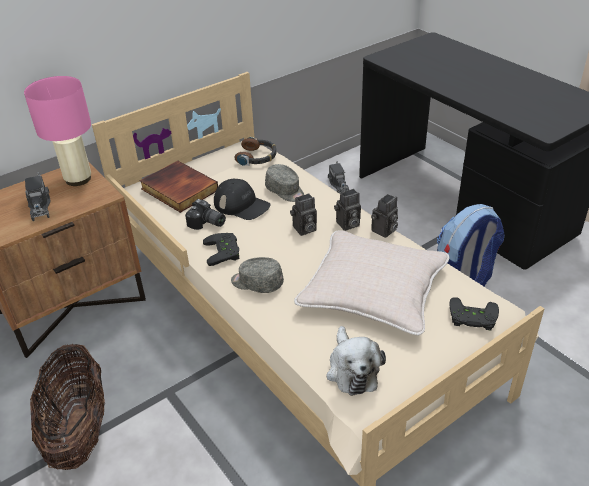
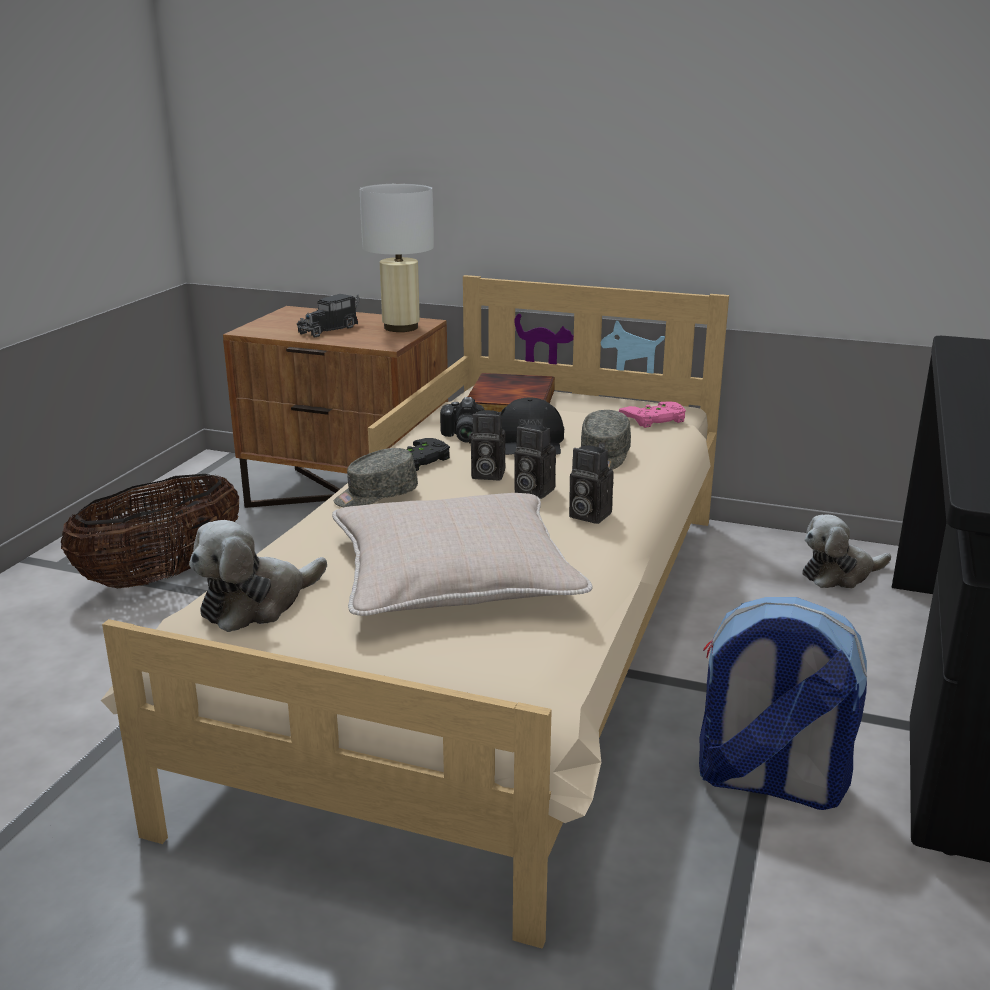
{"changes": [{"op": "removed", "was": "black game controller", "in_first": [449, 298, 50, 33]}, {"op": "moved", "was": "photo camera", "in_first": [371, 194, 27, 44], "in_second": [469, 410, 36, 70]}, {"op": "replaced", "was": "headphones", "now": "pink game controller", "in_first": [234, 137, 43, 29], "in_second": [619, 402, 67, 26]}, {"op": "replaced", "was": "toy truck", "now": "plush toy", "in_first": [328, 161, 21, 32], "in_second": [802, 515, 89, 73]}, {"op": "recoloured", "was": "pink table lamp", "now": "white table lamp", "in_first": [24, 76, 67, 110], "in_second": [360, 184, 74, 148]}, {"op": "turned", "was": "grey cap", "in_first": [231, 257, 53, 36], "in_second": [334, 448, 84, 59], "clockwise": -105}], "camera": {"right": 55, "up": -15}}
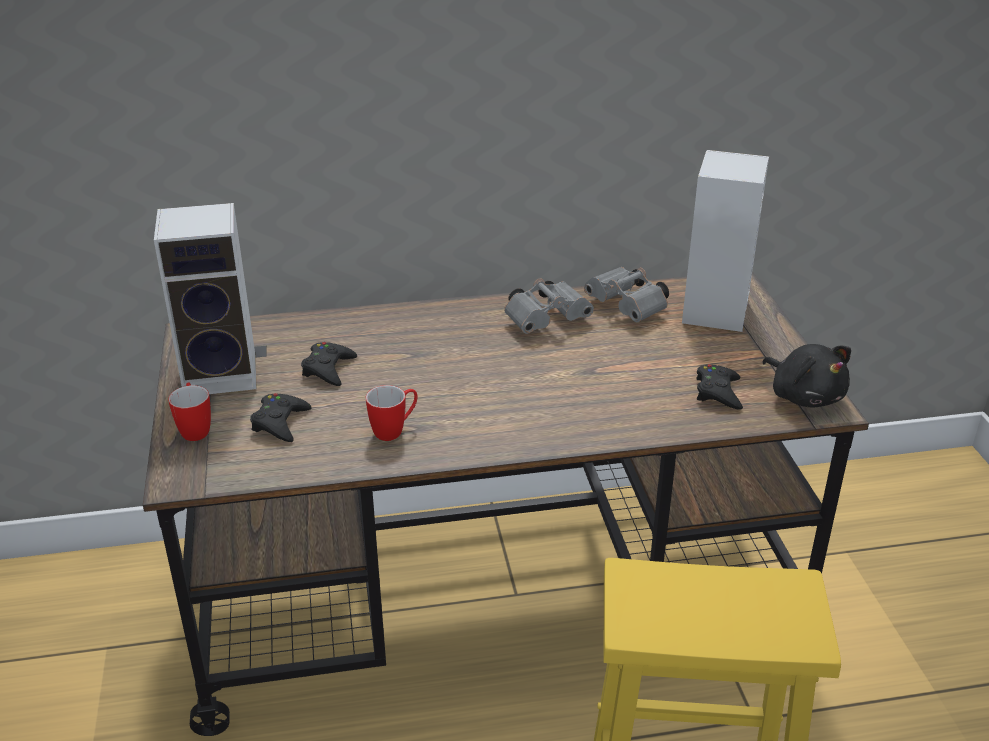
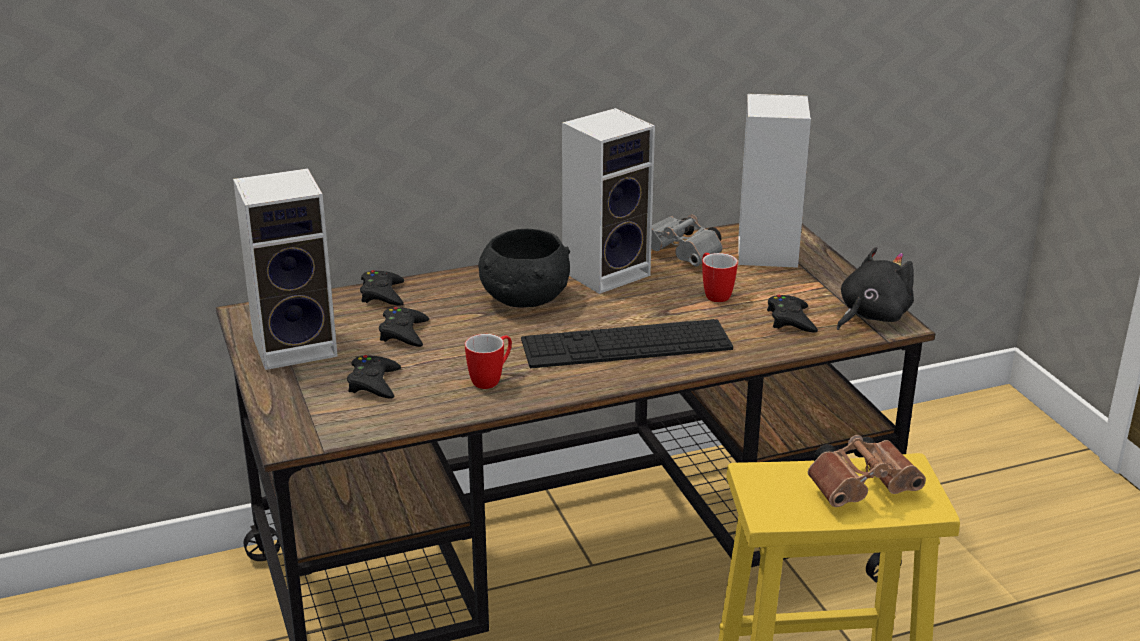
{"changes": [{"op": "added", "now": "black game controller", "in_second": [360, 270, 44, 36]}, {"op": "added", "now": "black bowl", "in_second": [478, 229, 92, 78]}, {"op": "added", "now": "keyboard", "in_second": [521, 319, 212, 49]}, {"op": "added", "now": "brown binoculars", "in_second": [808, 435, 118, 72]}, {"op": "moved", "was": "mug", "in_first": [168, 382, 43, 59], "in_second": [702, 253, 36, 49]}, {"op": "replaced", "was": "grey binoculars", "now": "speaker", "in_first": [504, 278, 90, 56], "in_second": [562, 108, 93, 186]}, {"op": "turned", "was": "black plush toy", "in_first": [762, 344, 89, 63], "in_second": [837, 247, 77, 83], "clockwise": -90}], "camera": {"right": -10, "up": -5}}
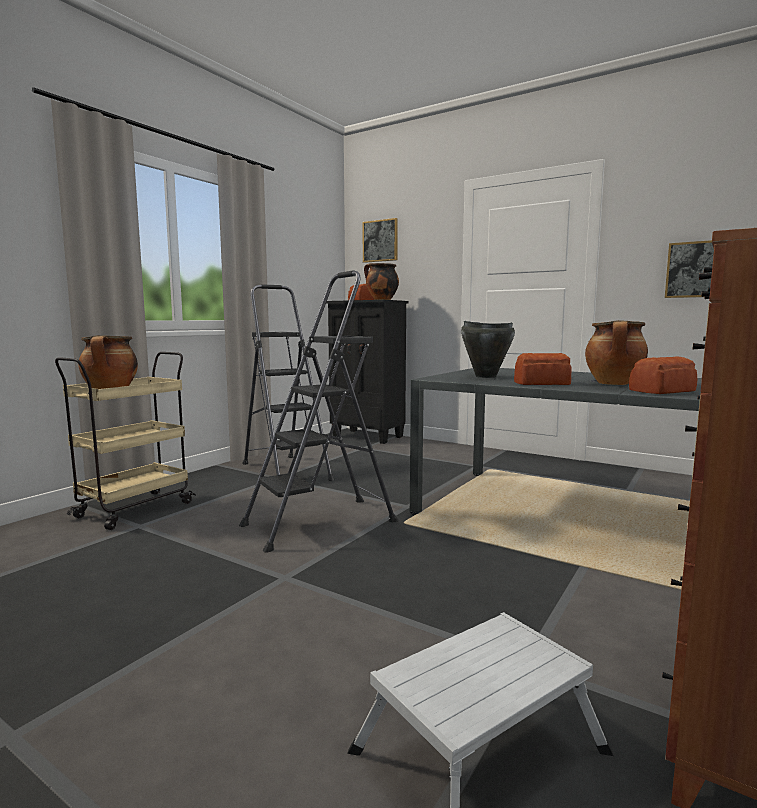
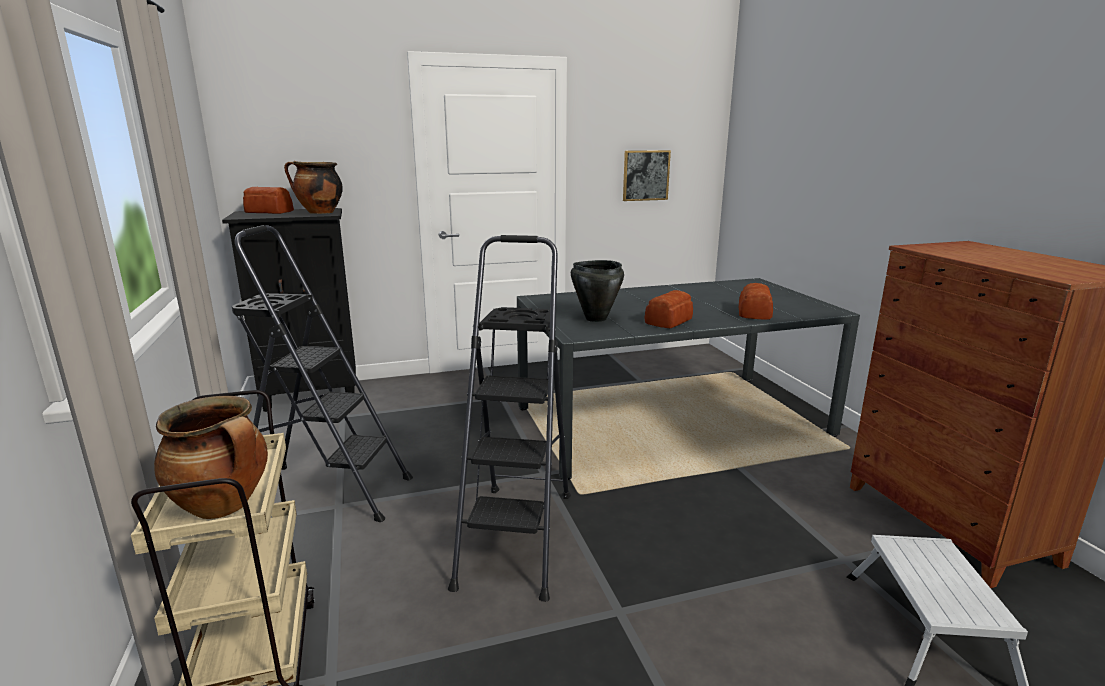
{"changes": [{"op": "removed", "was": "picture", "in_first": [363, 218, 35, 45]}, {"op": "removed", "was": "cooking pot", "in_first": [585, 320, 63, 65]}], "camera": {"right": -50, "up": 10}}
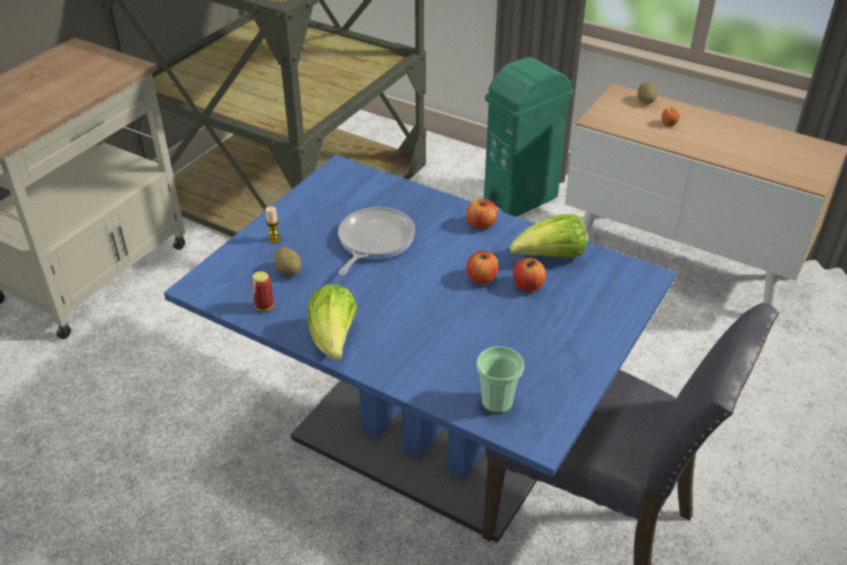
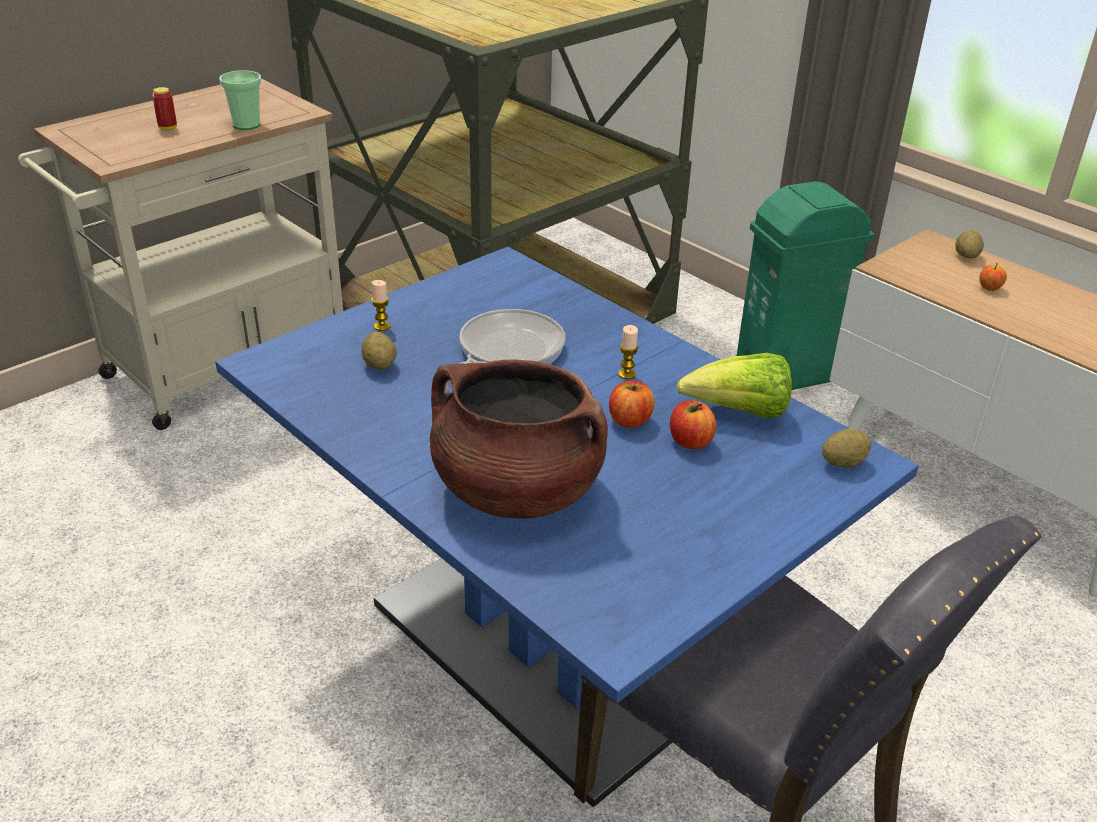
{"changes": [{"op": "removed", "was": "lettuce", "in_first": [308, 284, 50, 76]}, {"op": "removed", "was": "apple", "in_first": [466, 199, 32, 30]}, {"op": "added", "now": "brown cooking pot", "in_second": [430, 359, 178, 160]}, {"op": "added", "now": "candle", "in_second": [618, 325, 20, 54]}, {"op": "added", "now": "potato", "in_second": [822, 428, 49, 40]}, {"op": "moved", "was": "can", "in_first": [251, 271, 23, 40], "in_second": [152, 87, 25, 43]}, {"op": "moved", "was": "cup", "in_first": [477, 347, 47, 67], "in_second": [219, 70, 42, 60]}], "camera": {"right": 15, "up": -5}}
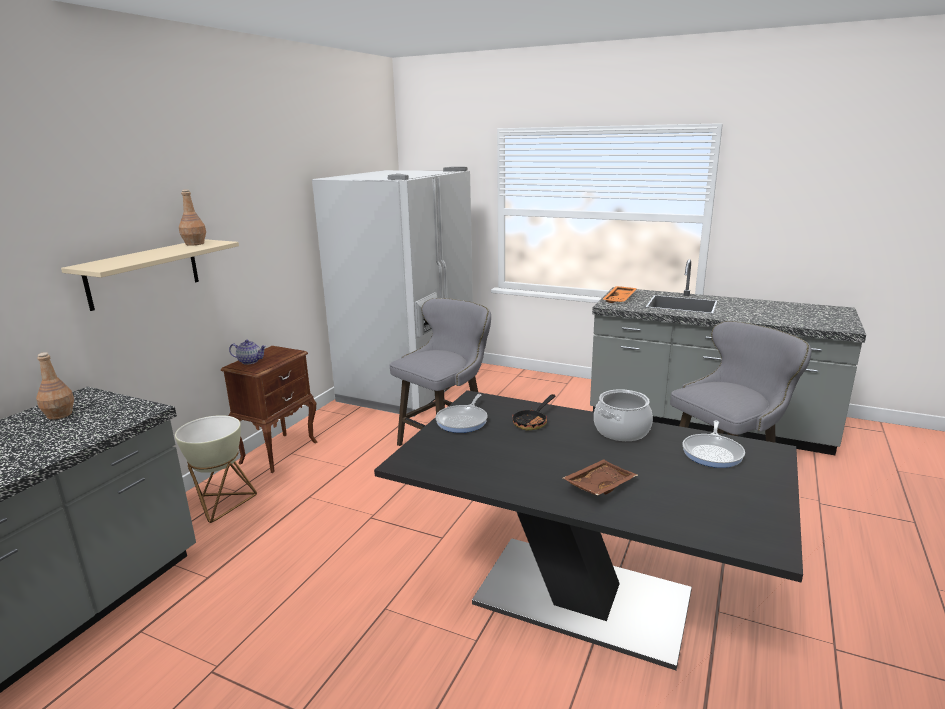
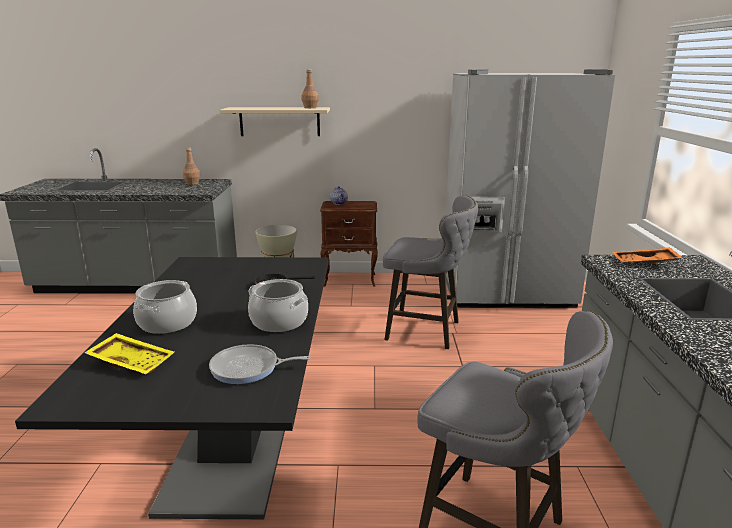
{"changes": [{"op": "removed", "was": "frying pan", "in_first": [436, 394, 52, 39]}, {"op": "added", "now": "yellow tray", "in_second": [84, 333, 90, 41]}, {"op": "replaced", "was": "brown tray", "now": "cooking pot", "in_first": [563, 459, 75, 36], "in_second": [133, 280, 64, 54]}], "camera": {"right": 65, "up": 0}}
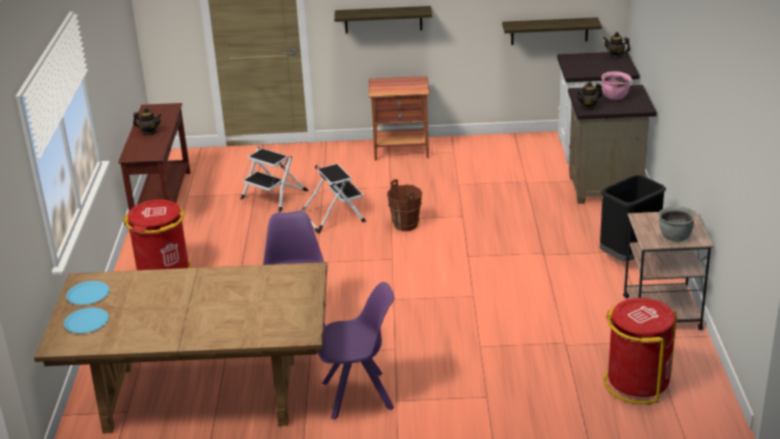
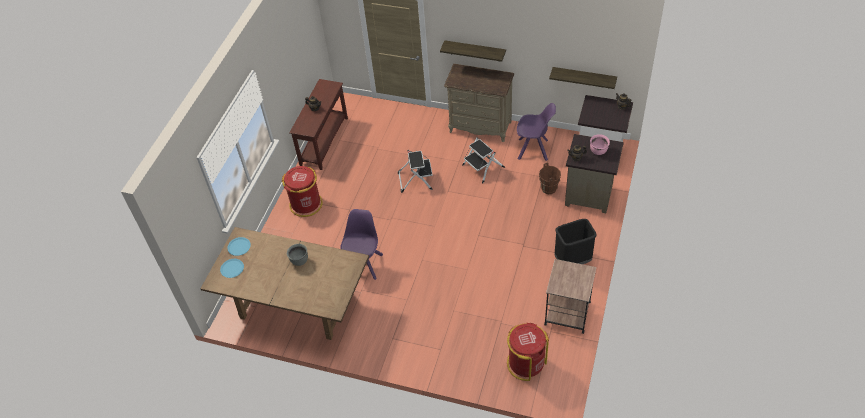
{"changes": [{"op": "moved", "was": "step ladder", "in_first": [241, 147, 68, 65], "in_second": [462, 137, 43, 47]}, {"op": "moved", "was": "purple chair", "in_first": [318, 282, 77, 138], "in_second": [517, 103, 39, 58]}, {"op": "moved", "was": "brown bucket", "in_first": [387, 179, 35, 52], "in_second": [539, 163, 22, 31]}, {"op": "moved", "was": "grey cooking pot", "in_first": [658, 206, 38, 35], "in_second": [287, 244, 21, 22]}, {"op": "replaced", "was": "nightstand", "now": "beige dresser", "in_first": [369, 76, 61, 85], "in_second": [444, 64, 70, 78]}], "camera": {"right": 20, "up": 20}}
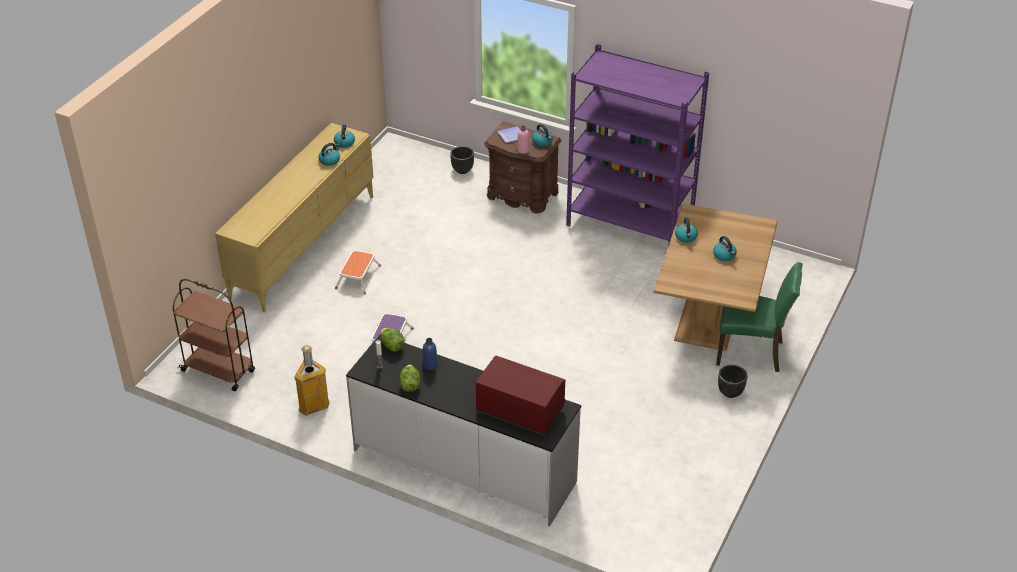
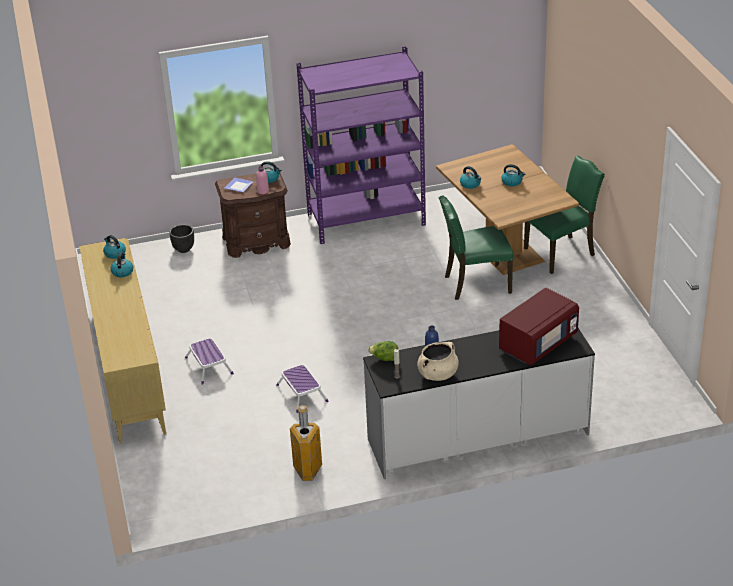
{"changes": [{"op": "removed", "was": "brown cart", "in_first": [173, 279, 82, 112]}, {"op": "removed", "was": "black planter", "in_first": [718, 365, 29, 33]}, {"op": "added", "now": "green chair", "in_second": [438, 195, 76, 105]}, {"op": "replaced", "was": "lettuce", "now": "beige cooking pot", "in_first": [399, 365, 22, 27], "in_second": [417, 342, 42, 39]}, {"op": "recoloured", "was": "orange step ladder", "now": "purple step ladder", "in_first": [335, 250, 46, 45], "in_second": [185, 338, 49, 46]}, {"op": "turned", "was": "red microwave", "in_first": [476, 356, 89, 80], "in_second": [499, 288, 80, 77], "clockwise": 150}], "camera": {"right": -40, "up": -5}}
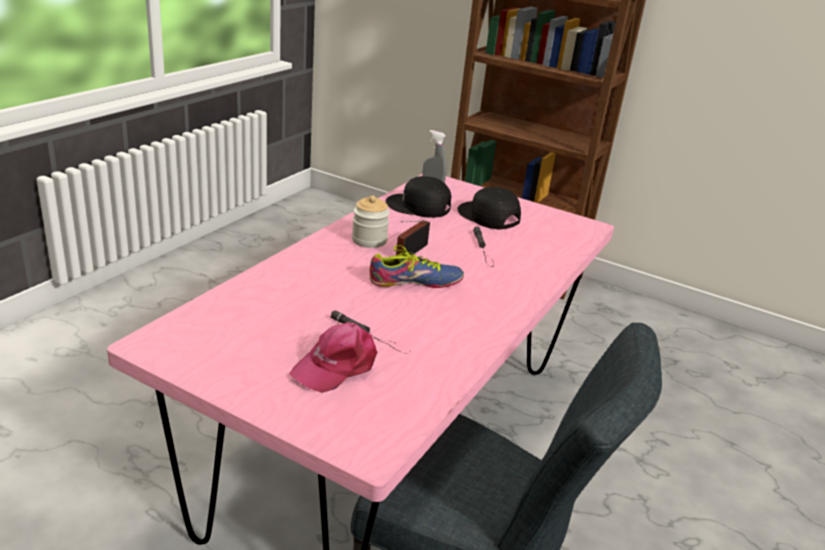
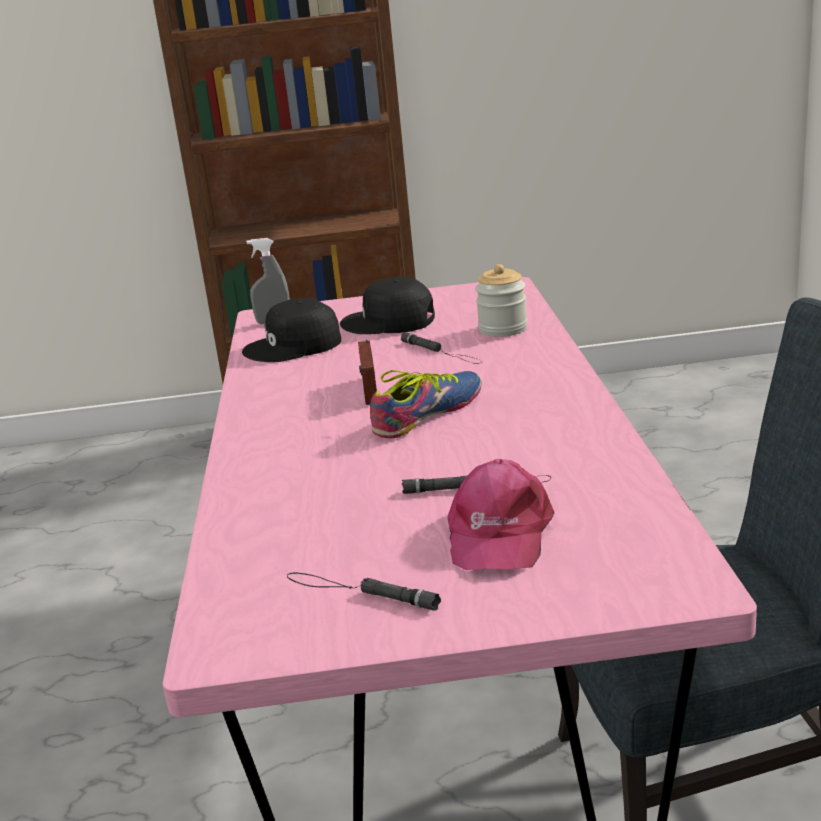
{"changes": [{"op": "added", "now": "black flashlight", "in_second": [287, 573, 154, 38]}, {"op": "moved", "was": "jar", "in_first": [352, 195, 38, 53], "in_second": [475, 264, 52, 73]}], "camera": {"right": -30, "up": -5}}
